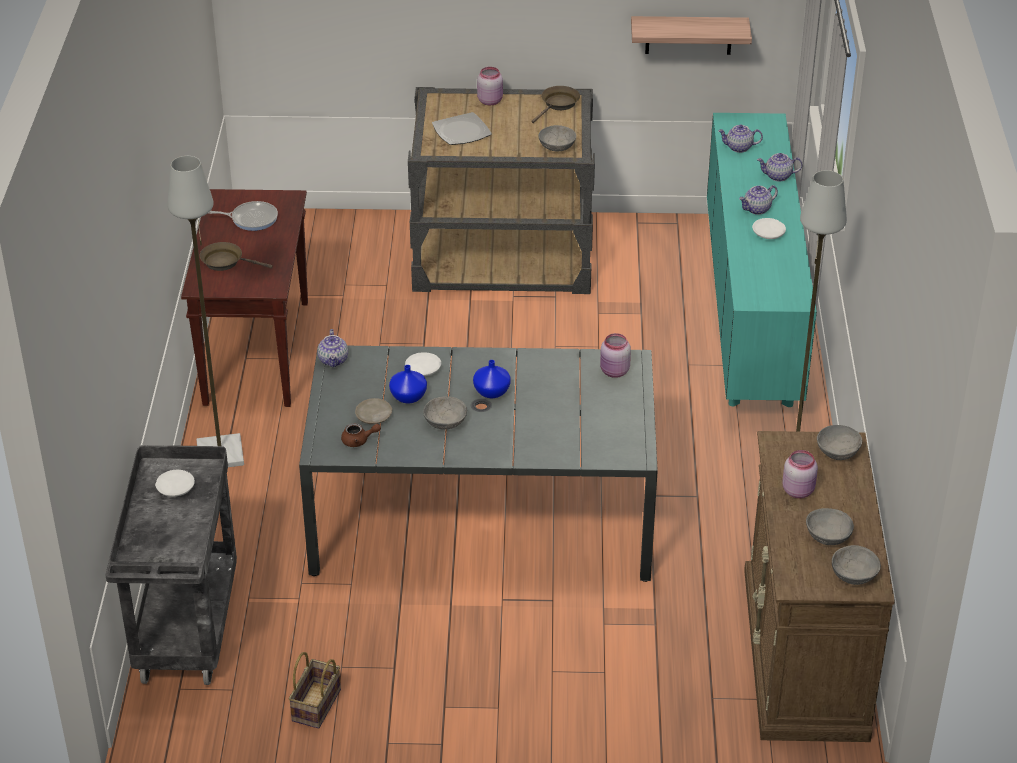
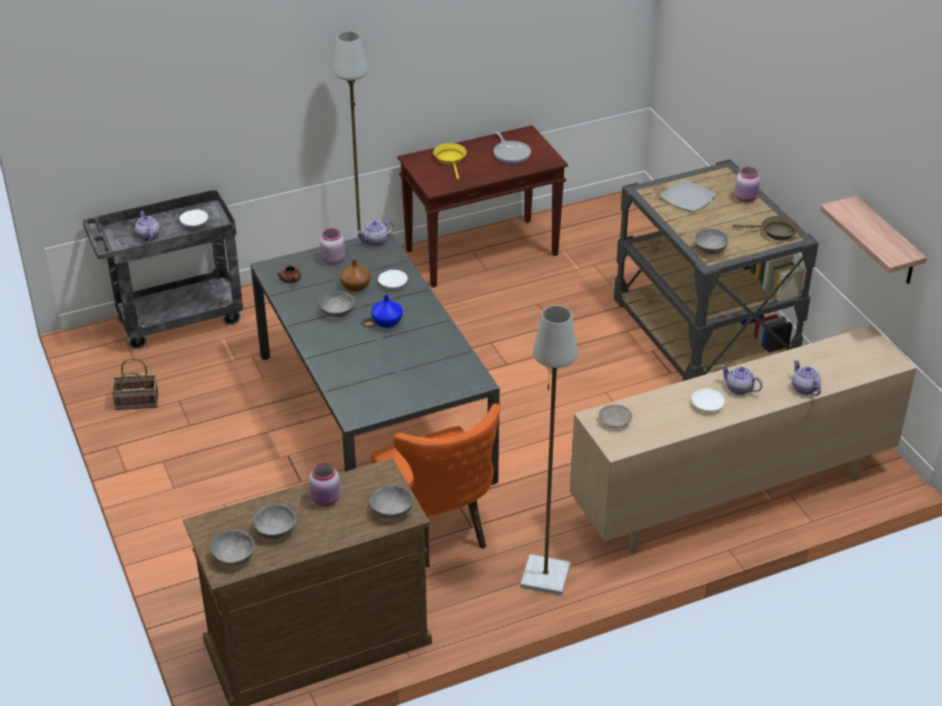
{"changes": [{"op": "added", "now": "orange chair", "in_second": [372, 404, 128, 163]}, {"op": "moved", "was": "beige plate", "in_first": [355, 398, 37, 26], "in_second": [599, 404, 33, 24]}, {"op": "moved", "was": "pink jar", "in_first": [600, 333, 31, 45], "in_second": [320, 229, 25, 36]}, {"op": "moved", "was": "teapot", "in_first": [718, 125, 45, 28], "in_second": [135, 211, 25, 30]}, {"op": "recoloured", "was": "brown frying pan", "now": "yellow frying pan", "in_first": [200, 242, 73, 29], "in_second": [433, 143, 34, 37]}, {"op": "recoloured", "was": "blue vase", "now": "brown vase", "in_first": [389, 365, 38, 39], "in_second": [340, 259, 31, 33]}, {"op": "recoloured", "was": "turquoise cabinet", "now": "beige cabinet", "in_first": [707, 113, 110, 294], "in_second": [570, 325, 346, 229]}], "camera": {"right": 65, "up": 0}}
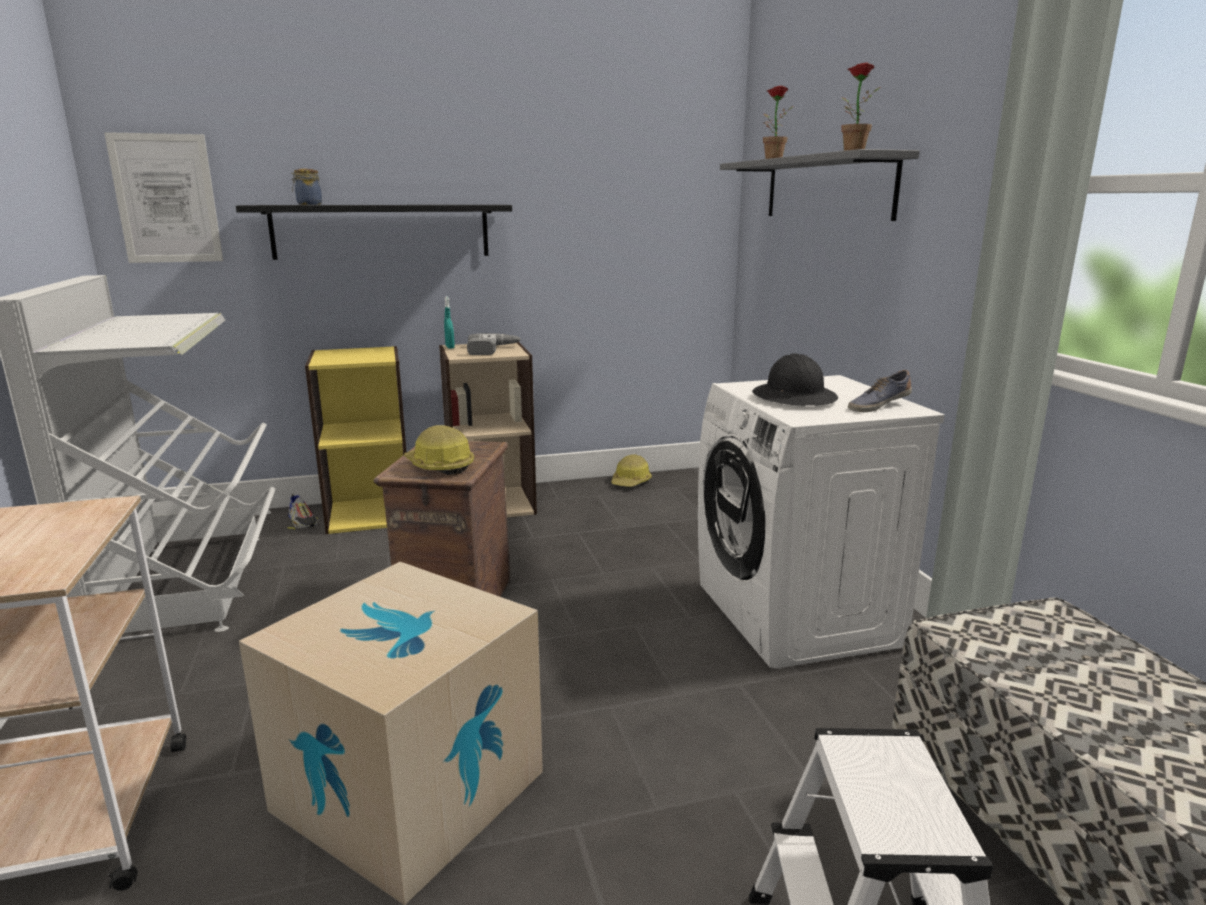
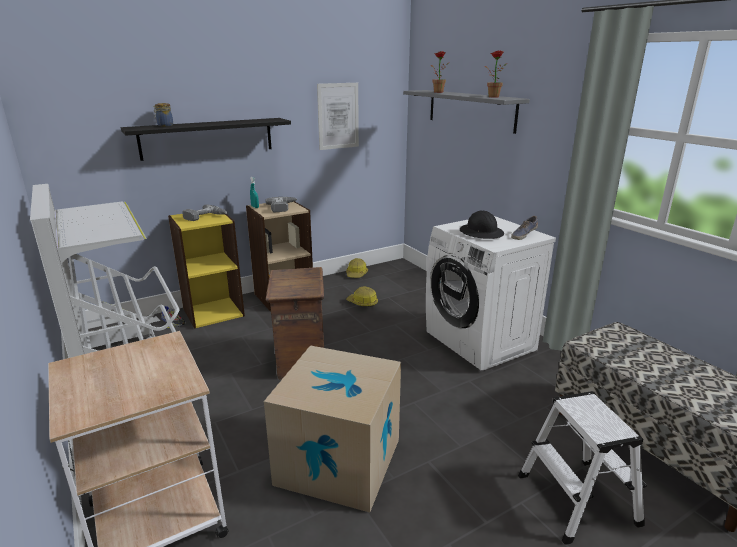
{"changes": [{"op": "added", "now": "power drill", "in_second": [182, 204, 45, 17]}, {"op": "moved", "was": "picture", "in_first": [104, 132, 119, 131], "in_second": [317, 83, 42, 67]}, {"op": "moved", "was": "hard hat", "in_first": [404, 425, 70, 50], "in_second": [346, 287, 32, 20]}], "camera": {"right": -15, "up": 5}}
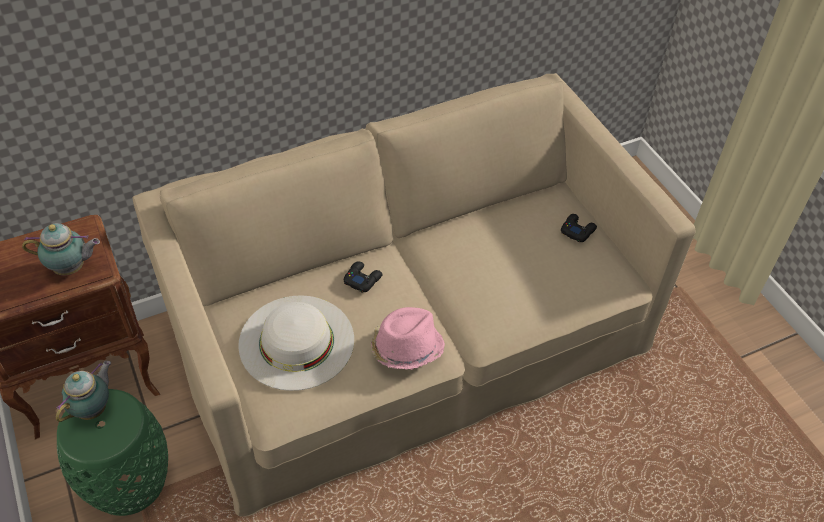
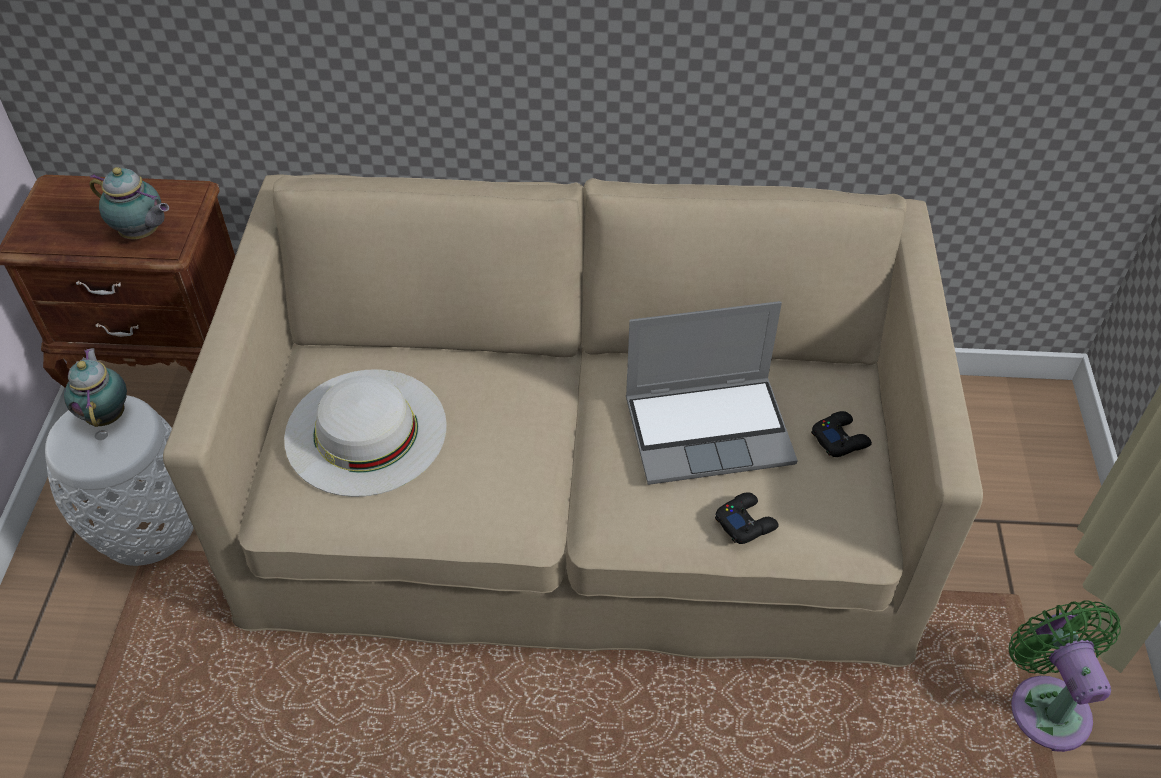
{"changes": [{"op": "removed", "was": "pink hat", "in_first": [371, 307, 74, 63]}, {"op": "added", "now": "laptop", "in_second": [626, 301, 172, 184]}, {"op": "added", "now": "green fan", "in_second": [1009, 600, 112, 152]}, {"op": "moved", "was": "black game controller", "in_first": [344, 261, 39, 32], "in_second": [715, 492, 64, 52]}, {"op": "recoloured", "was": "green stool", "now": "white stool", "in_first": [57, 389, 111, 127], "in_second": [45, 395, 149, 171]}, {"op": "turned", "was": "teapot", "in_first": [56, 361, 55, 61], "in_second": [64, 348, 63, 79], "clockwise": -75}], "camera": {"right": 30, "up": 0}}
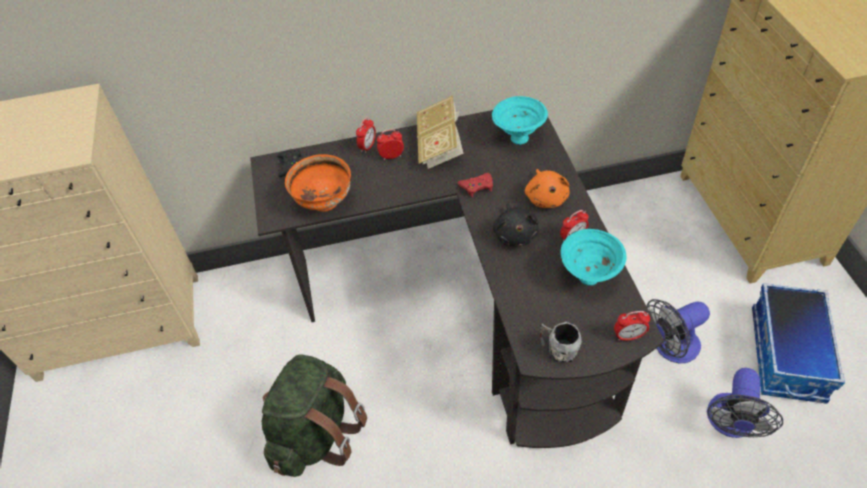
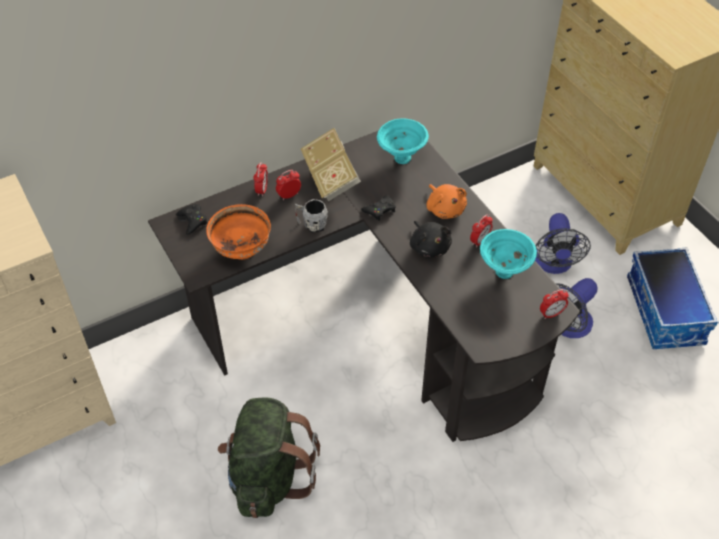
{"changes": [{"op": "moved", "was": "grey mug", "in_first": [540, 322, 42, 40], "in_second": [295, 199, 33, 34]}, {"op": "moved", "was": "fan", "in_first": [707, 368, 76, 70], "in_second": [535, 213, 56, 61]}, {"op": "recoloured", "was": "red game controller", "now": "black game controller", "in_first": [457, 173, 36, 24], "in_second": [361, 195, 35, 26]}], "camera": {"right": -20, "up": 0}}
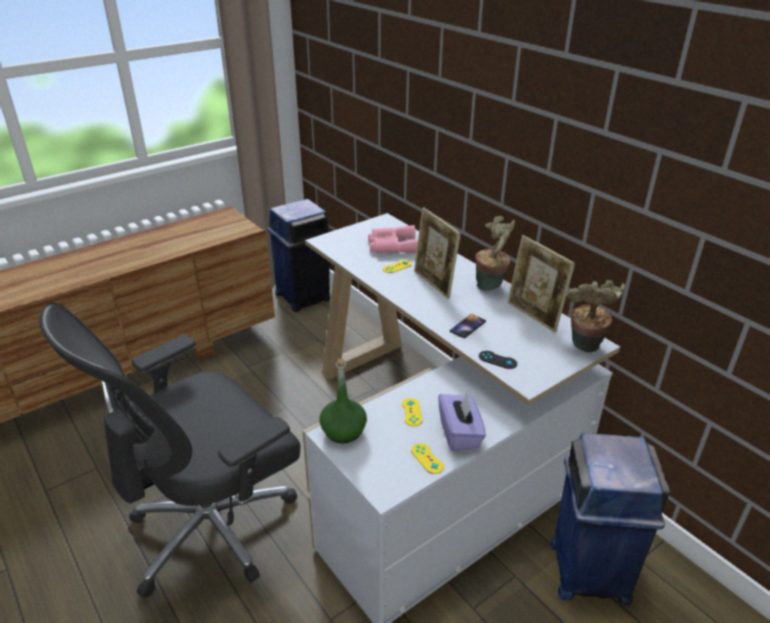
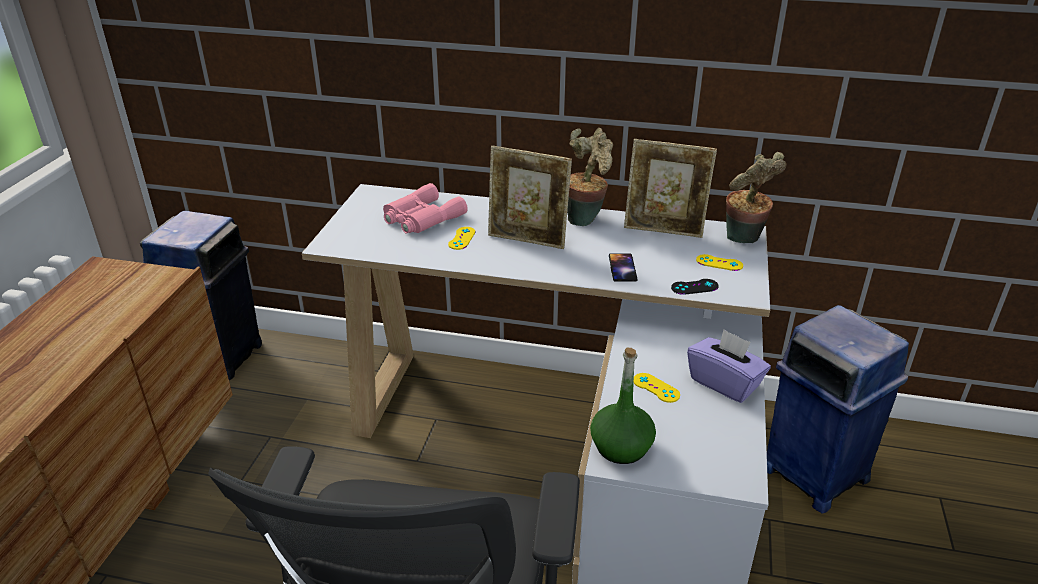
{"changes": [{"op": "moved", "was": "yellow game controller", "in_first": [411, 443, 33, 31], "in_second": [696, 254, 47, 17]}], "camera": {"right": -40, "up": 0}}
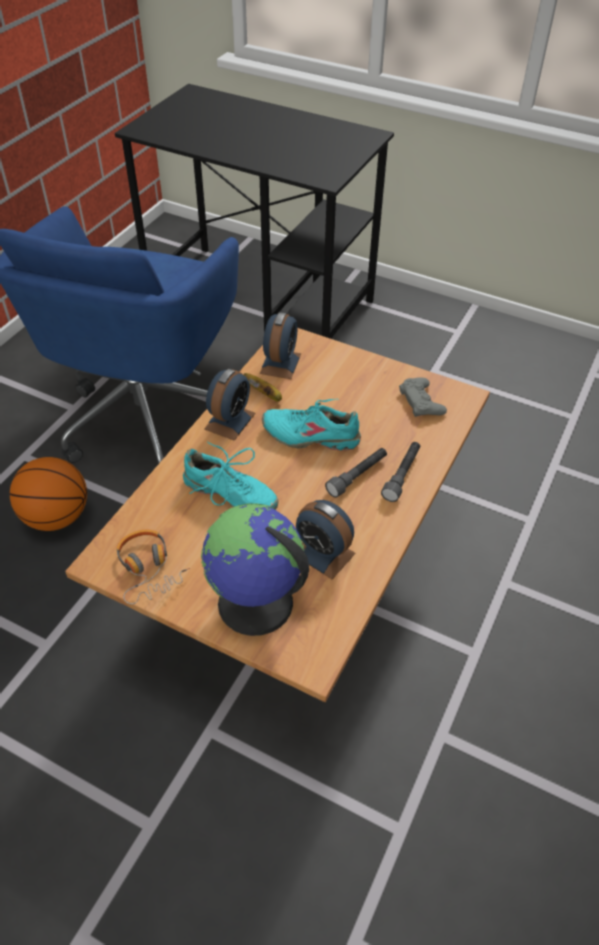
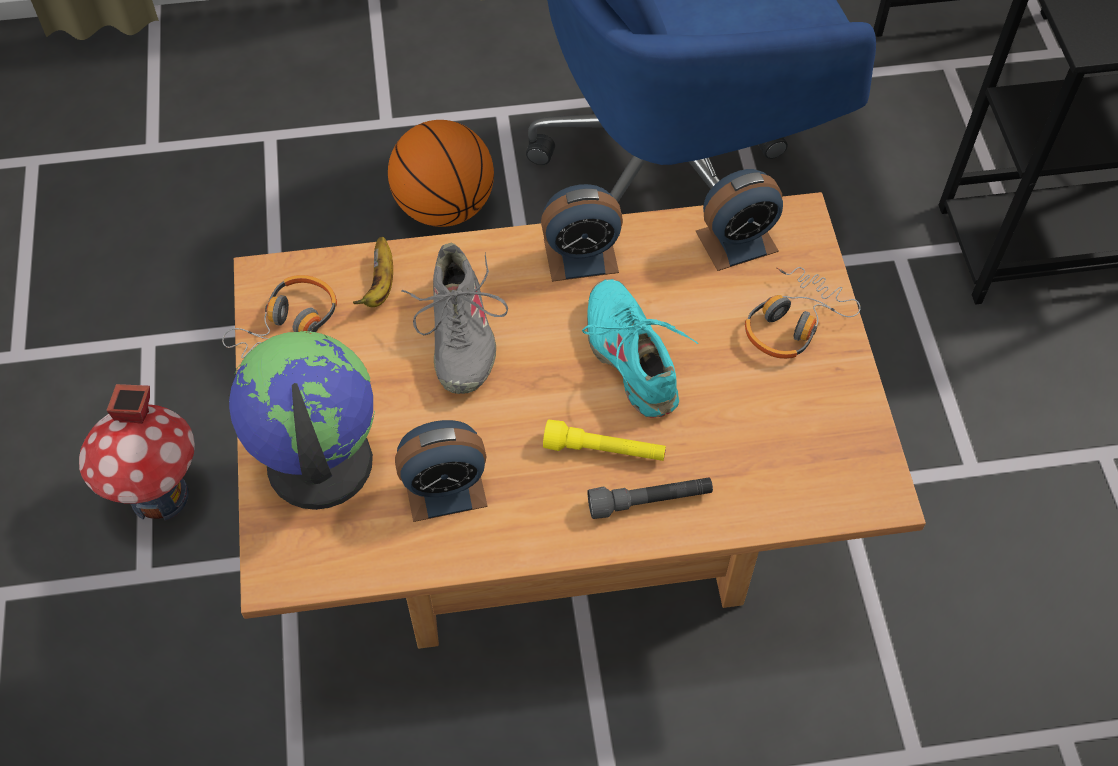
{"changes": [{"op": "removed", "was": "grey game controller", "in_first": [399, 377, 48, 40]}, {"op": "added", "now": "toy house", "in_second": [79, 384, 116, 137]}, {"op": "added", "now": "headphones", "in_second": [745, 267, 116, 92]}, {"op": "moved", "was": "banana", "in_first": [243, 373, 39, 28], "in_second": [353, 237, 40, 70]}, {"op": "recoloured", "was": "turquoise shoe", "now": "grey shoe", "in_first": [183, 442, 95, 68], "in_second": [402, 243, 106, 151]}, {"op": "recoloured", "was": "grey flashlight", "now": "yellow flashlight", "in_first": [325, 448, 62, 50], "in_second": [543, 419, 123, 42]}, {"op": "turned", "was": "alarm clock", "in_first": [296, 500, 60, 79], "in_second": [395, 420, 93, 102], "clockwise": -105}], "camera": {"right": 55, "up": 10}}
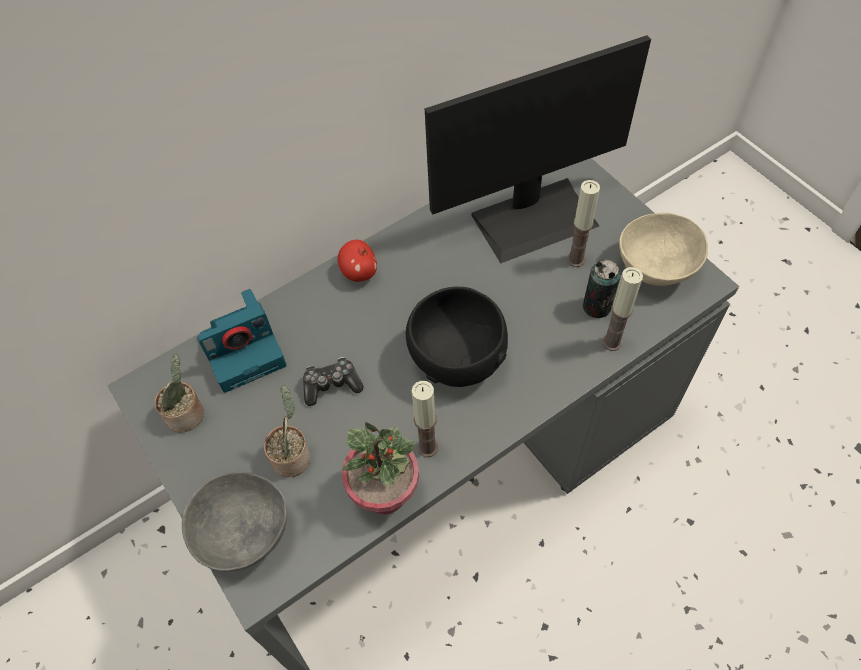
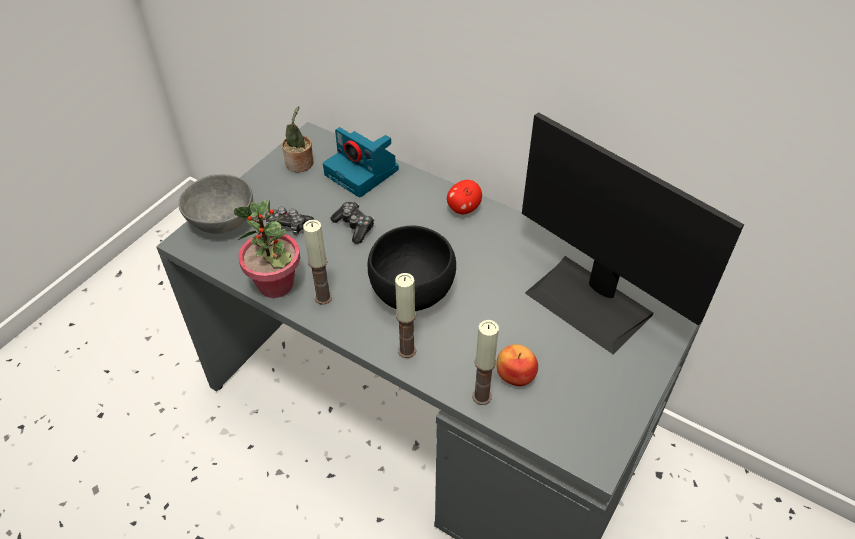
{"changes": [{"op": "removed", "was": "beige bowl", "in_first": [619, 213, 89, 73]}, {"op": "moved", "was": "candle", "in_first": [567, 180, 33, 87], "in_second": [395, 273, 21, 85]}, {"op": "replaced", "was": "potted plant", "now": "game controller", "in_first": [264, 385, 47, 92], "in_second": [265, 206, 49, 29]}, {"op": "replaced", "was": "can", "now": "apple", "in_first": [582, 260, 38, 58], "in_second": [496, 344, 42, 42]}], "camera": {"right": 65, "up": -10}}
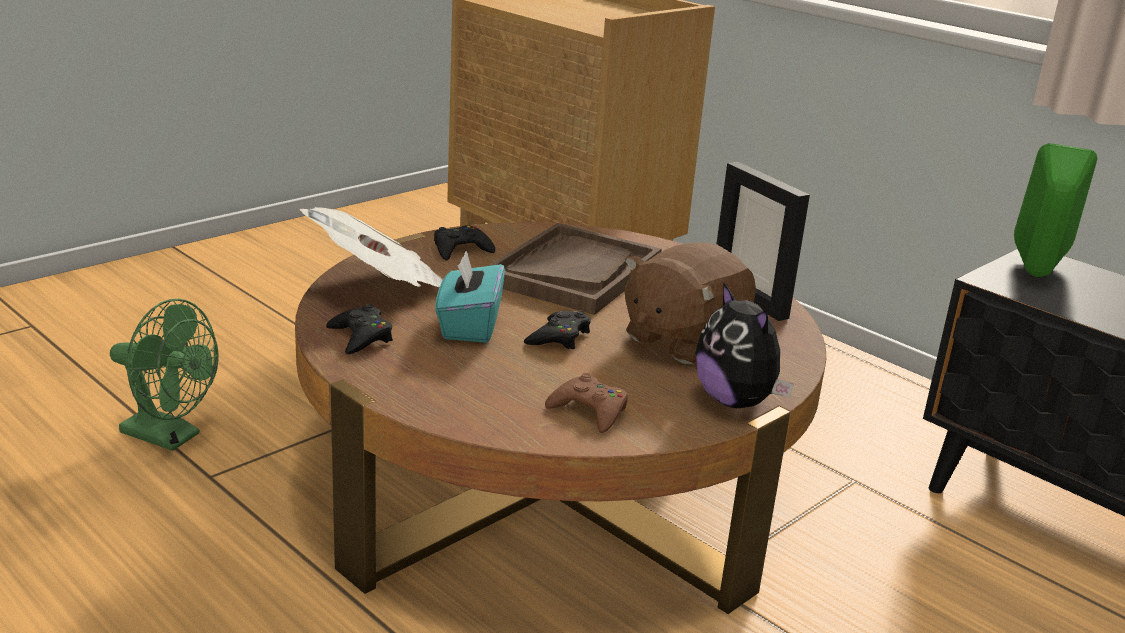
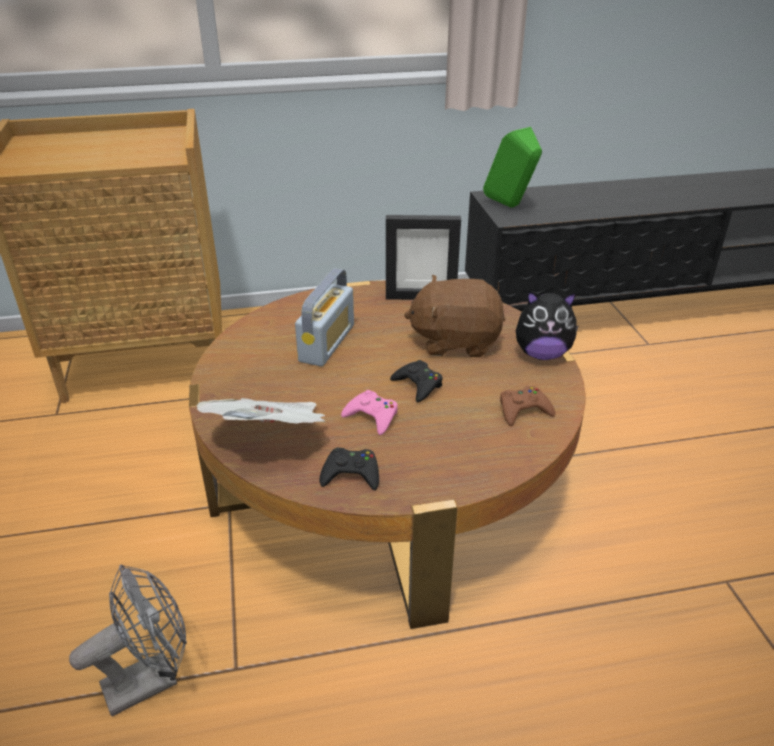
{"changes": [{"op": "removed", "was": "black game controller", "in_first": [434, 225, 61, 36]}, {"op": "replaced", "was": "turquoise tissue box", "now": "pink game controller", "in_first": [435, 250, 70, 93], "in_second": [341, 390, 57, 45]}, {"op": "replaced", "was": "brown tray", "now": "radio", "in_first": [488, 223, 174, 92], "in_second": [295, 268, 59, 98]}, {"op": "recoloured", "was": "green fan", "now": "grey fan", "in_first": [110, 299, 108, 152], "in_second": [69, 564, 118, 153]}, {"op": "turned", "was": "brown plush toy", "in_first": [625, 242, 131, 122], "in_second": [404, 275, 101, 82], "clockwise": 105}], "camera": {"right": -55, "up": 10}}
